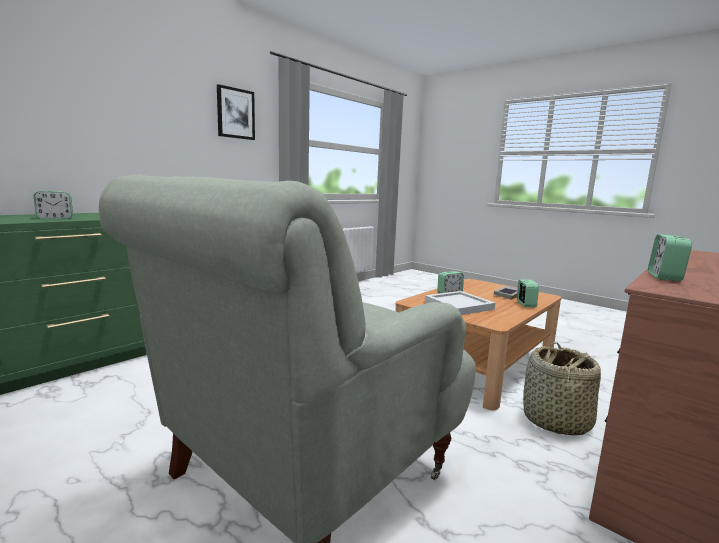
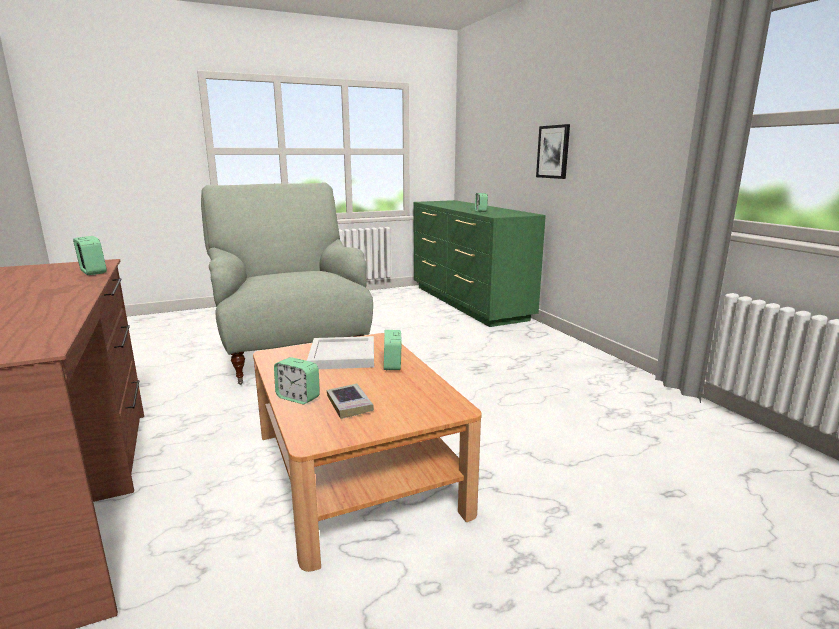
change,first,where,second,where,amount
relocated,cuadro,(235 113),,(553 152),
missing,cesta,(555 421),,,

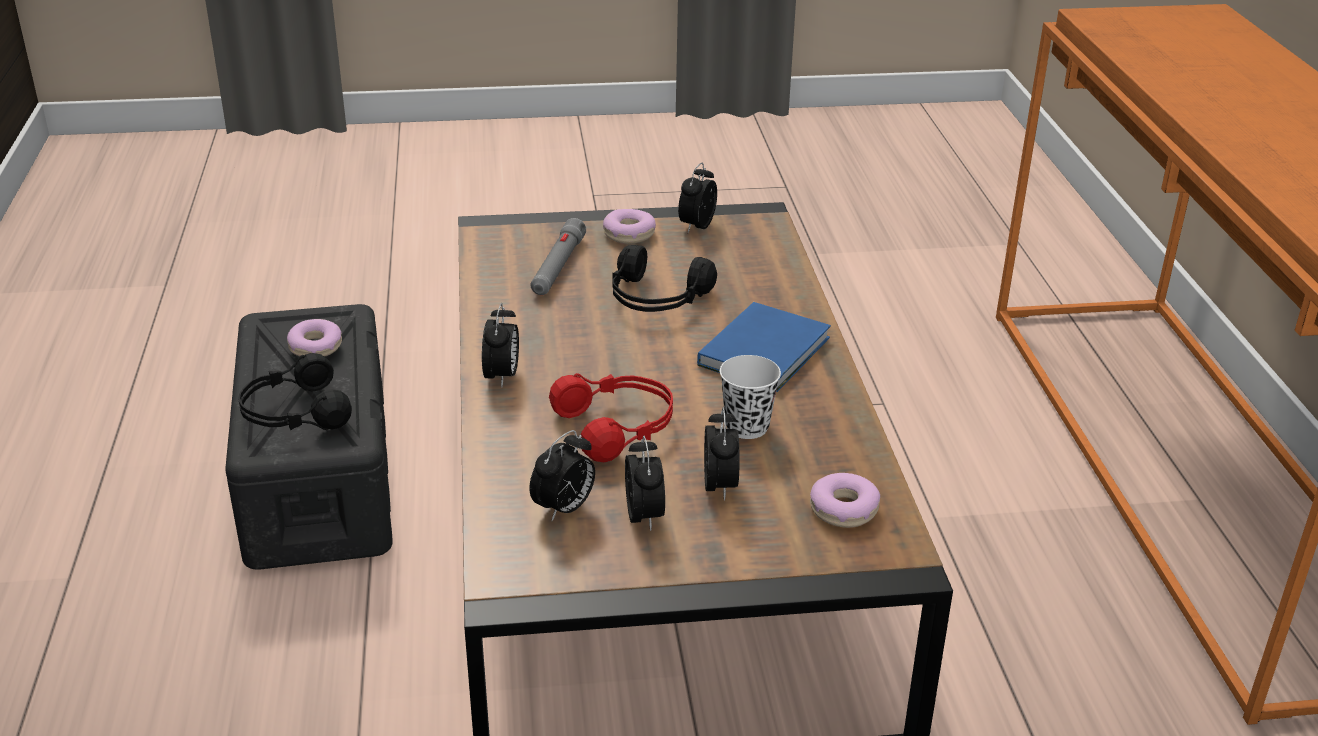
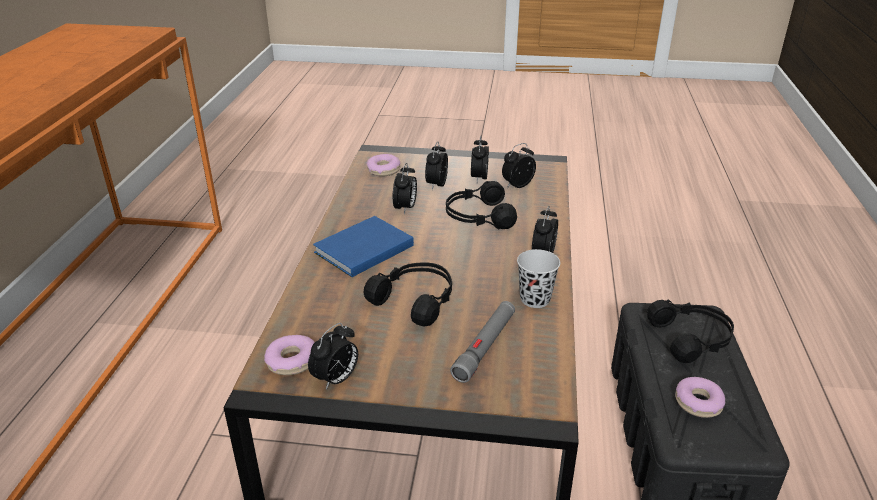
change,first,where,second,where,amount
relocated,rosquilla,(629 234),,(292 361),
exchanged,taza (blanco),(747 427),despertador,(405 208),
colour,auriculares (rojo),(617 427),auriculares (negro),(478 217),
appeared,,,taza (negro),(535 299),

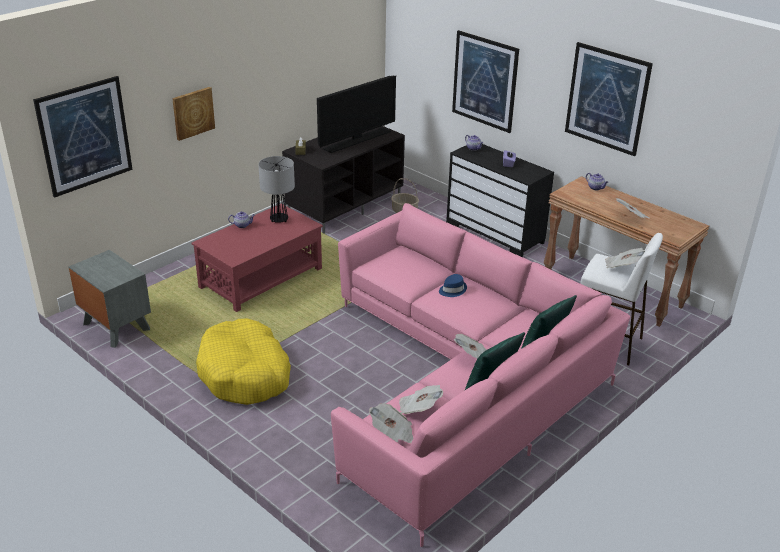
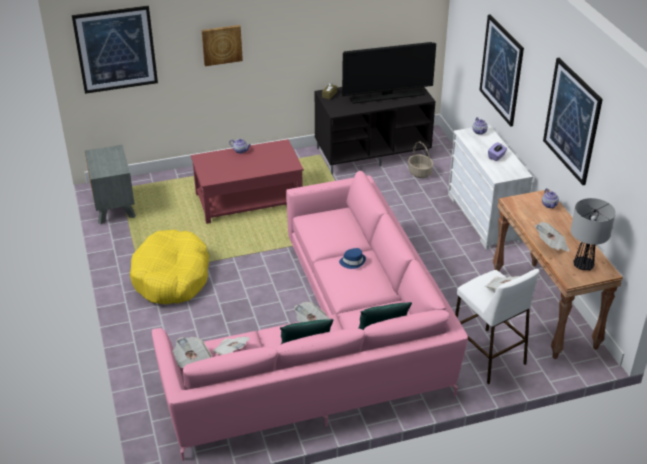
change,first,where,second,where,amount
colour,cómoda (negro),(495 232),cómoda (blanco),(484 218),
relocated,lámpara de mesa,(279 220),,(583 265),

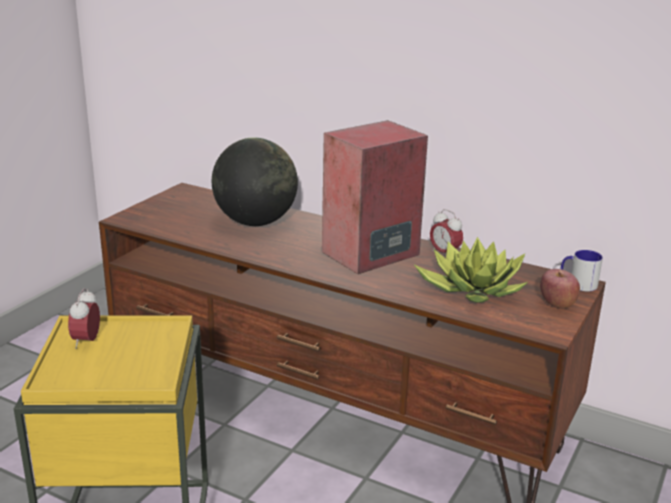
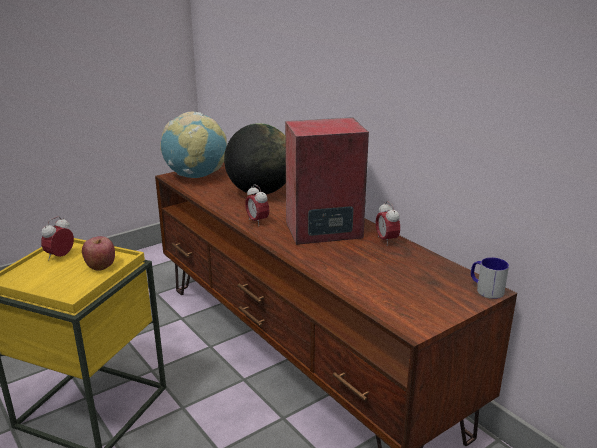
change,first,where,second,where,amount
relocated,manzana,(557 303),,(100 266),
appeared,,,globo terráqueo,(196 176),
appeared,,,despertador,(257 221),
missing,planta en maceta,(471 289),,,

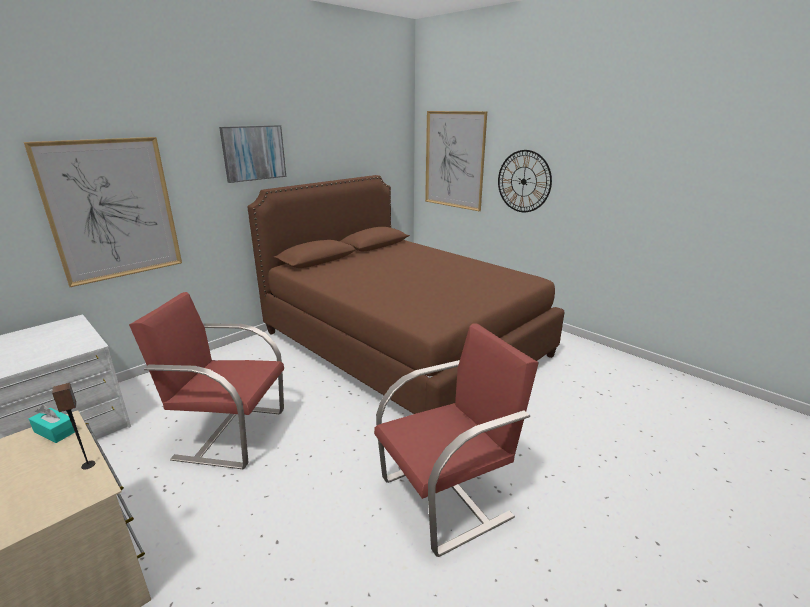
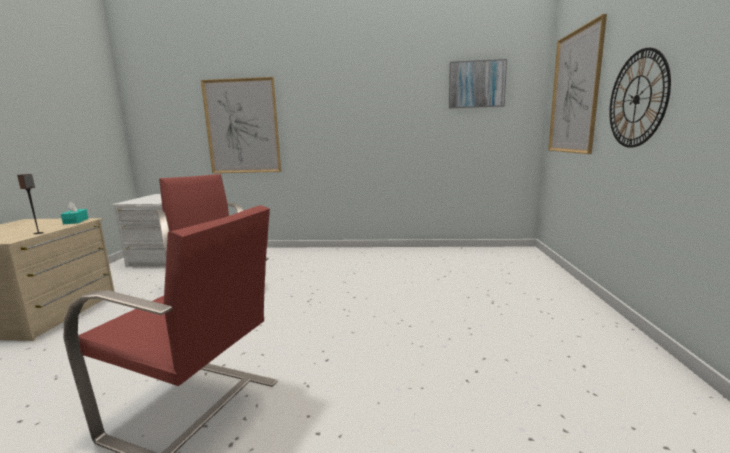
change,first,where,second,where,amount
relocated,cuadro,(253 153),,(476 84),
missing,cama (marrón),(403 344),,,

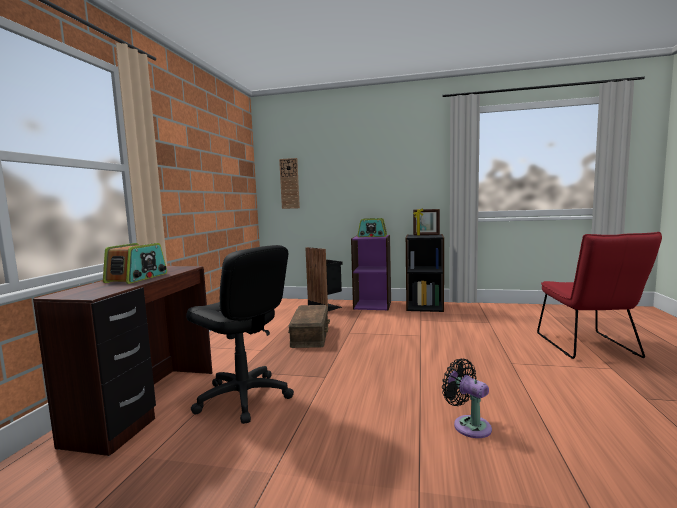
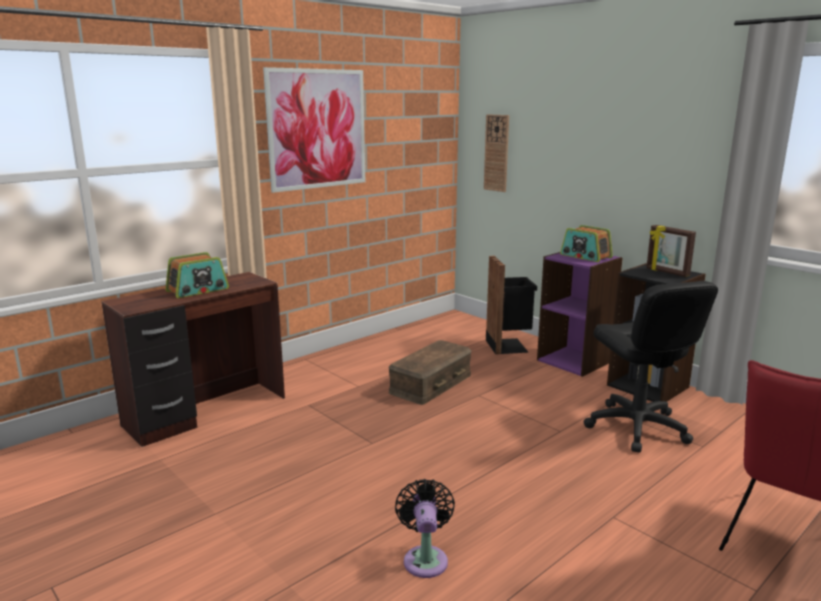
change,first,where,second,where,amount
appeared,,,cuadro,(317 129),
relocated,silla de oficina (negro),(243 398),,(636 427),

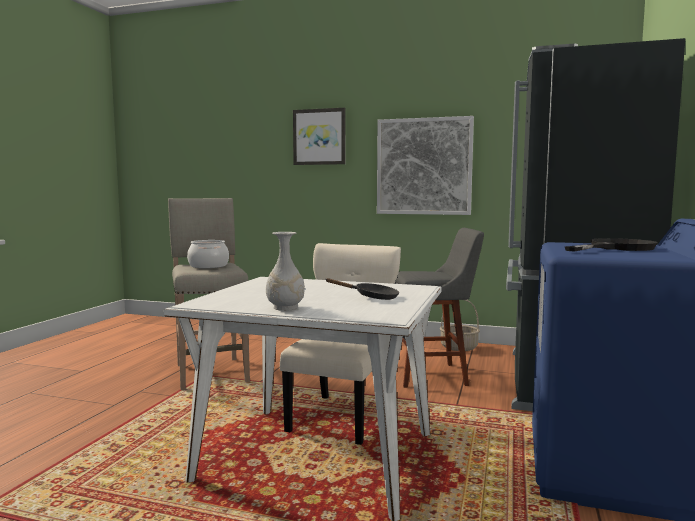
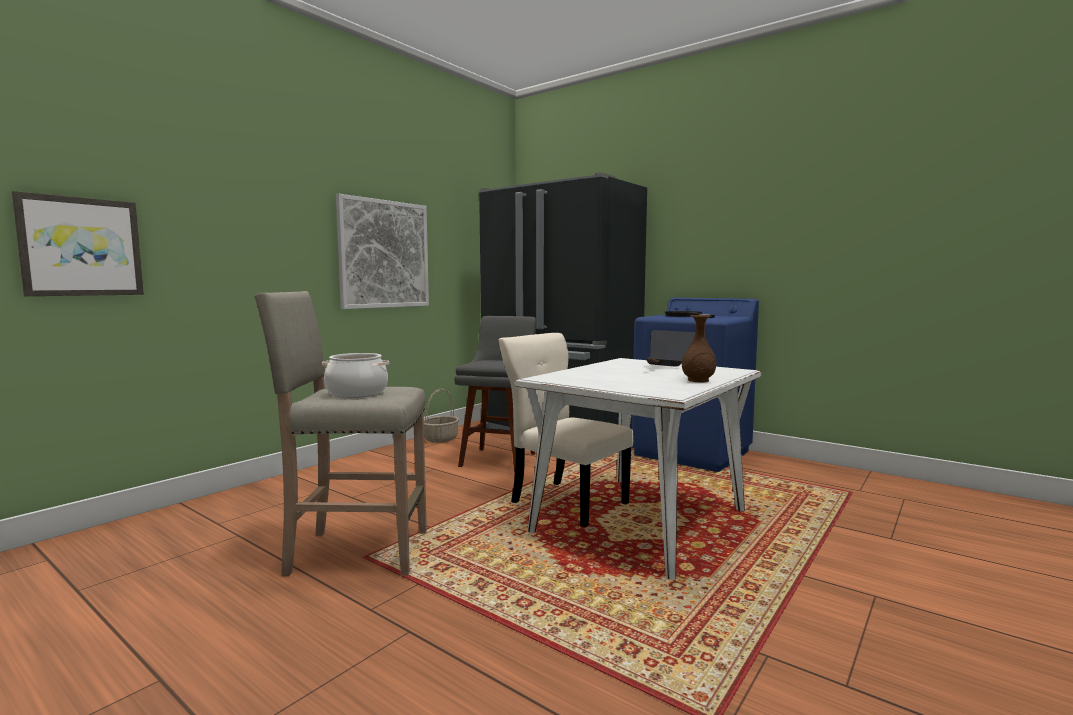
change,first,where,second,where,amount
relocated,cuadro,(319 137),,(81 247),
colour,florero (blanco),(285 308),florero (marrón),(698 380),

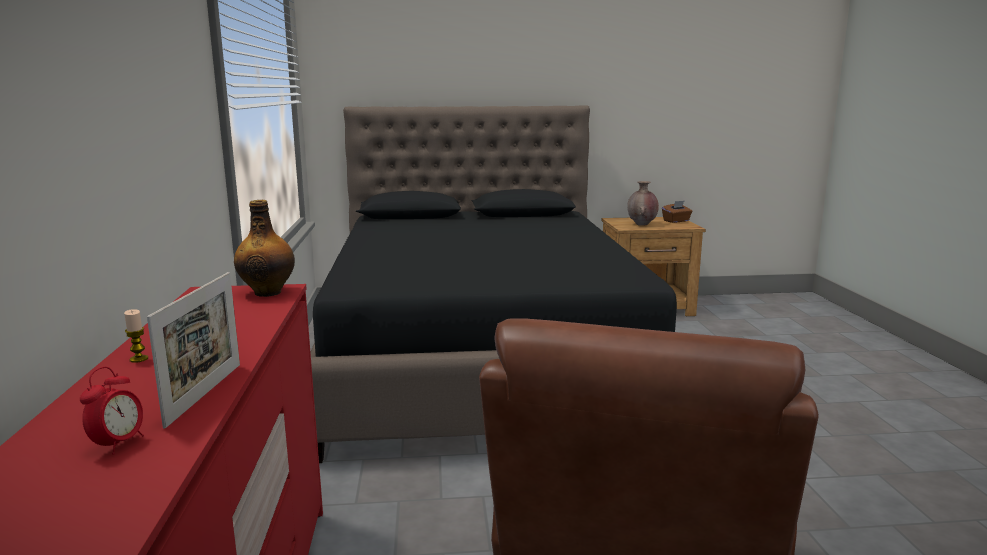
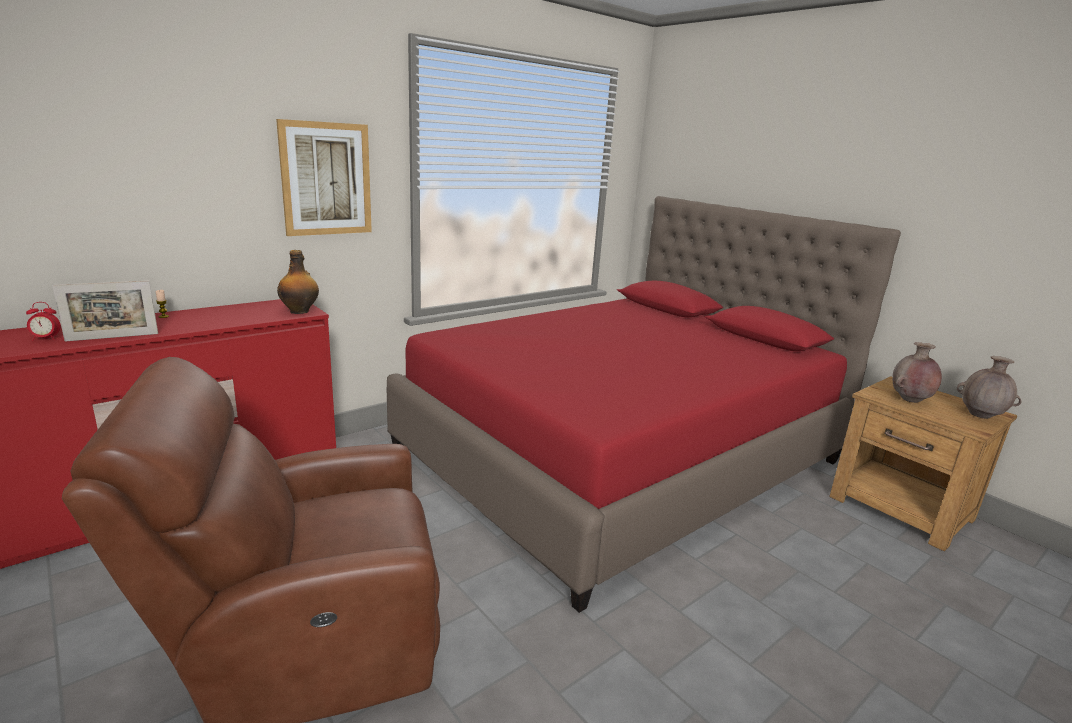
change,first,where,second,where,amount
appeared,,,cuadro,(326 179),
colour,cama (negro),(482 359),cama (rojo),(620 455),
exchanged,caja de pañuelos (marrón),(676 221),florero (marrón),(981 416),

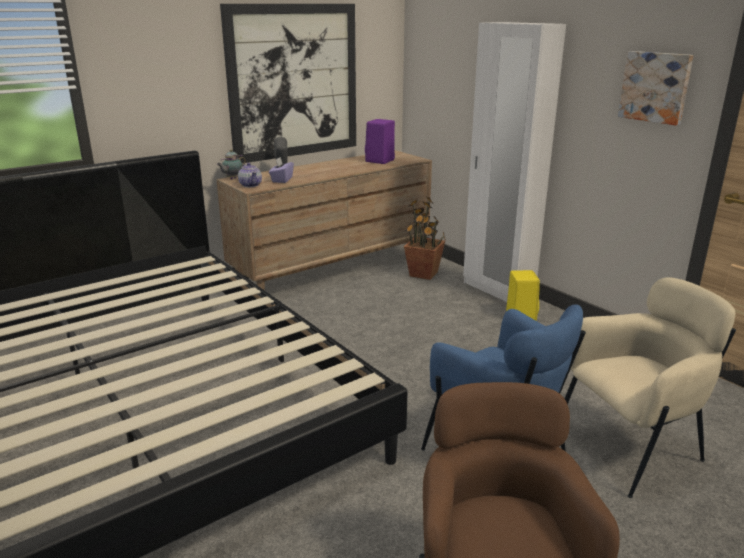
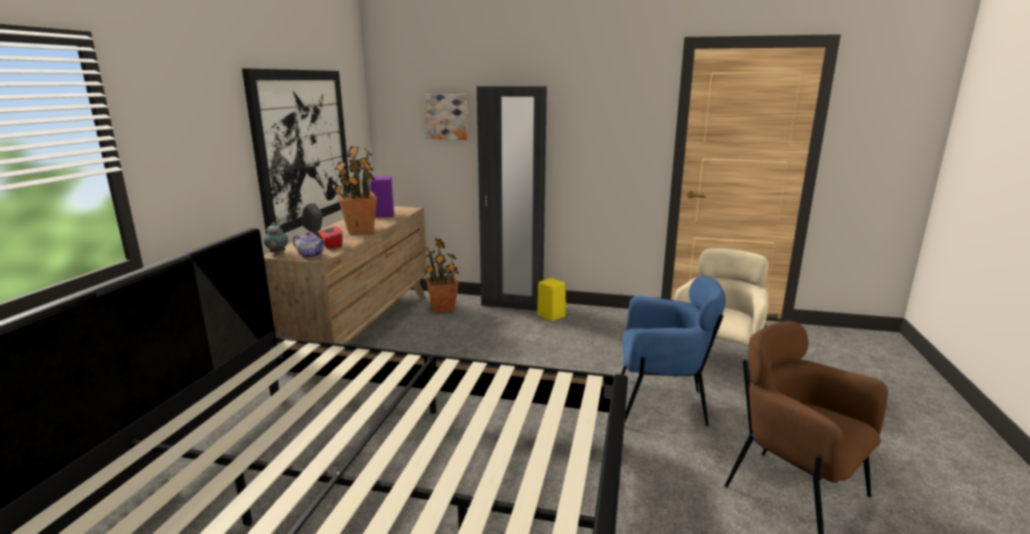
change,first,where,second,where,amount
colour,caja de pañuelos (morado),(281 180),caja de pañuelos (rojo),(331 245),
appeared,,,planta en maceta,(359 230),
relocated,cuadro,(655 87),,(447 117),
colour,armario ropero (blanco),(497 290),armario ropero (negro),(512 304),

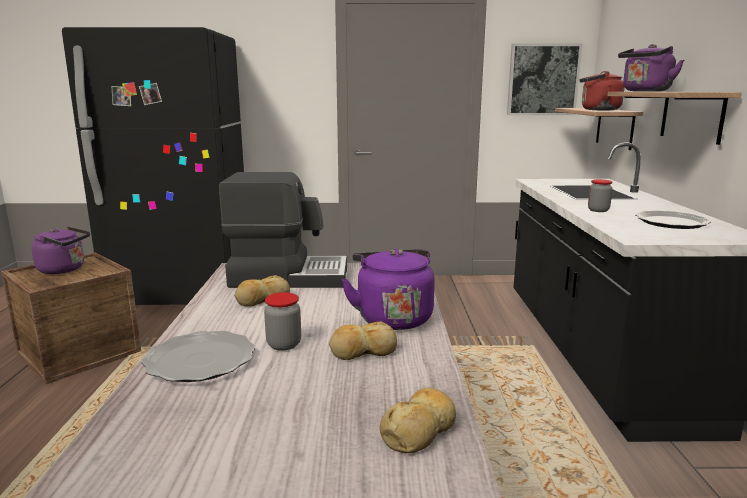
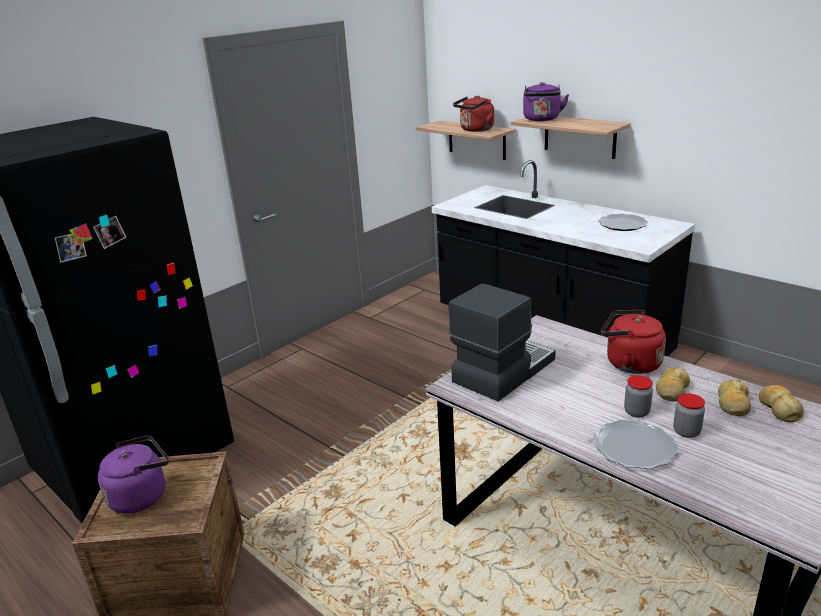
change,first,where,second,where,amount
colour,hervidor (morado),(392 317),hervidor (rojo),(629 363),
relocated,tarro,(598 210),,(686 431),
relocated,pan,(262 300),,(733 404),
missing,cuadro,(543 80),,,

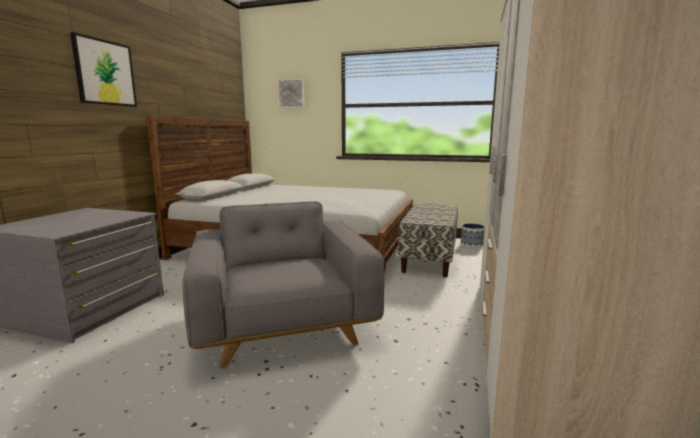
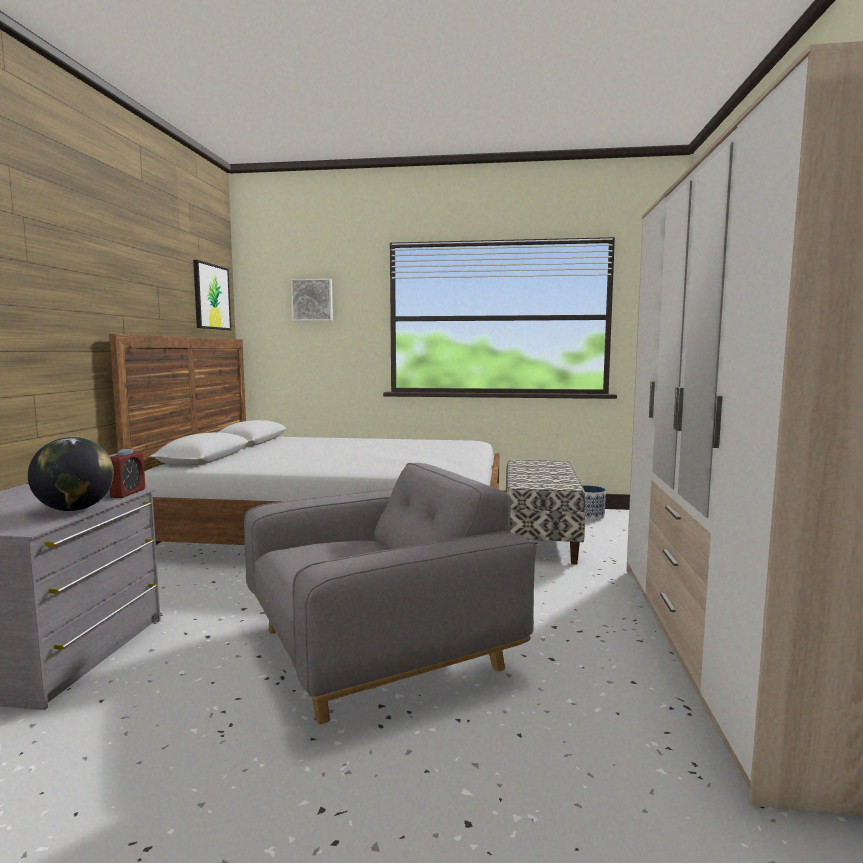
change,first,where,second,where,amount
appeared,,,globo terráqueo,(75 509),
appeared,,,despertador,(125 493),
relocated,cuadro,(105 72),,(211 297),
spun,sillón (gris),(283 324),,(378 649),90 degrees clockwise

